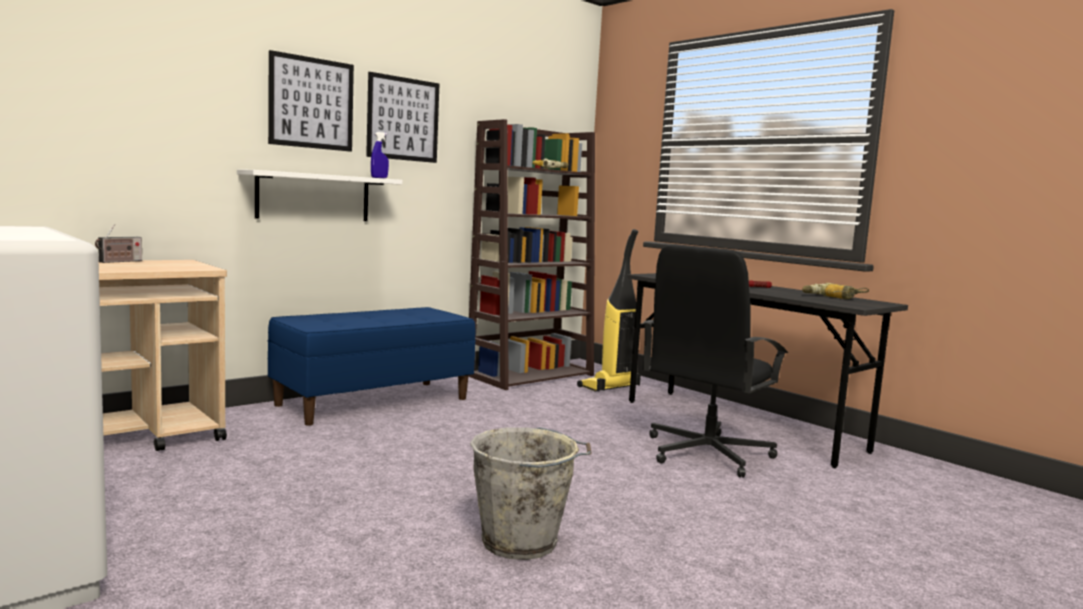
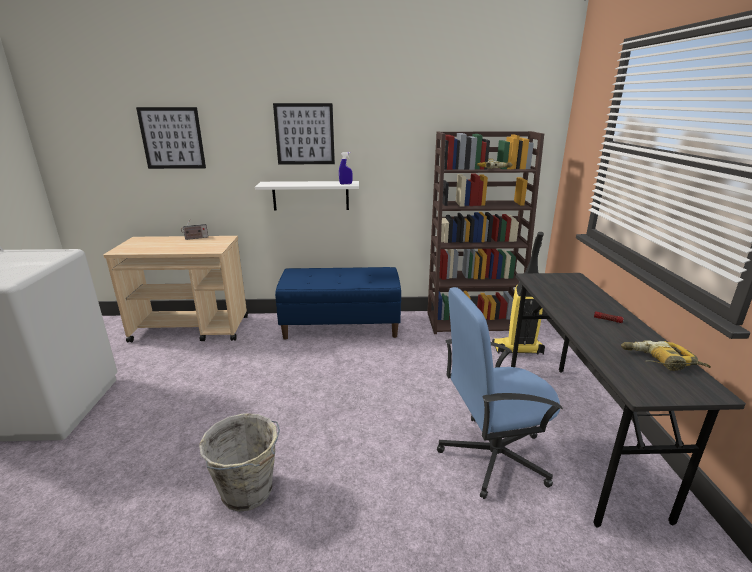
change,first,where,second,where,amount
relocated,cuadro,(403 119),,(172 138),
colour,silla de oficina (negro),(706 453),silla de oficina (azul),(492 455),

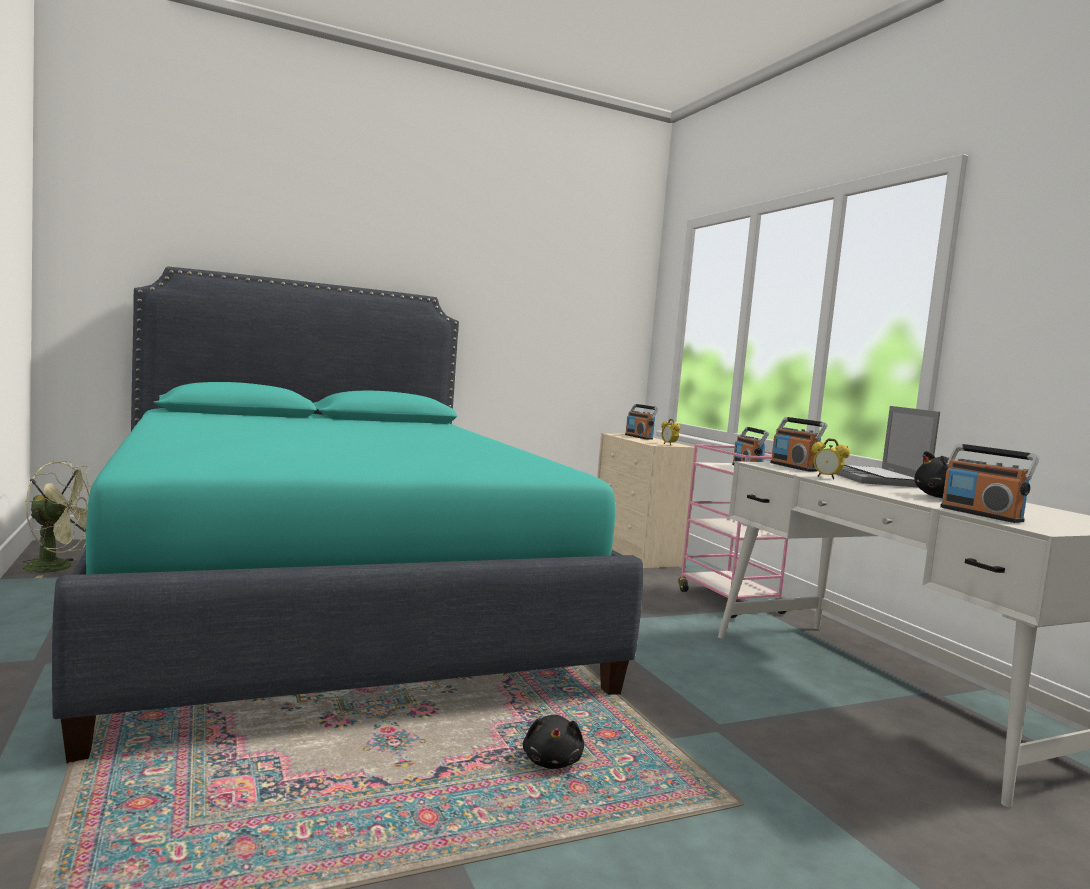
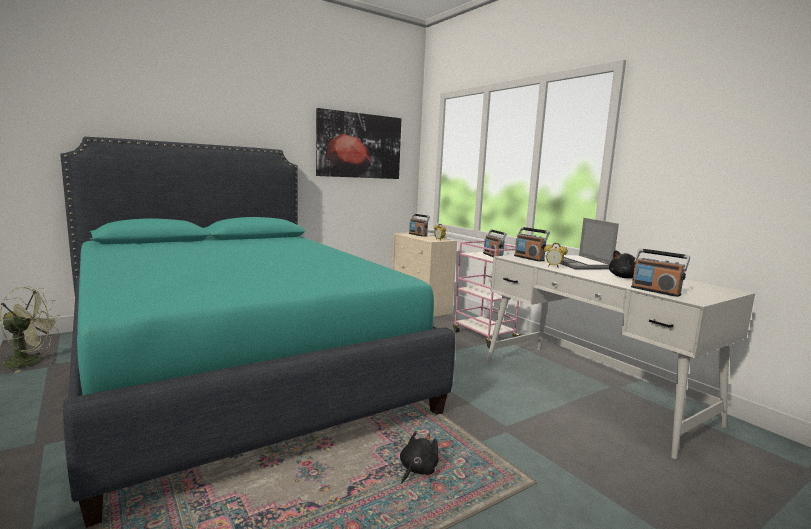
change,first,where,second,where,amount
appeared,,,cuadro,(359 146),
spun,peluche (negro),(552 761),,(417 470),135 degrees counterclockwise

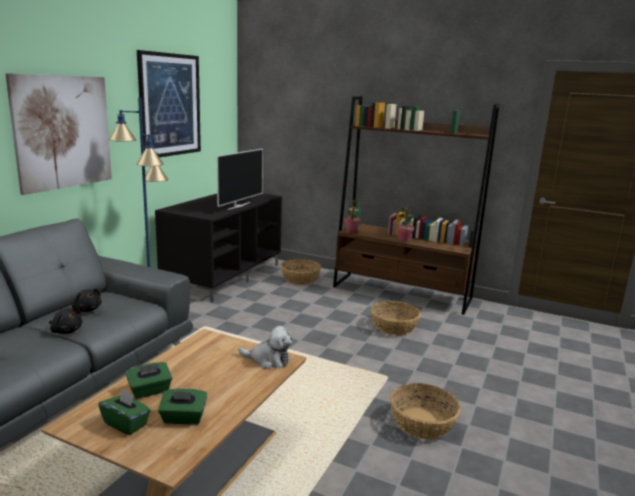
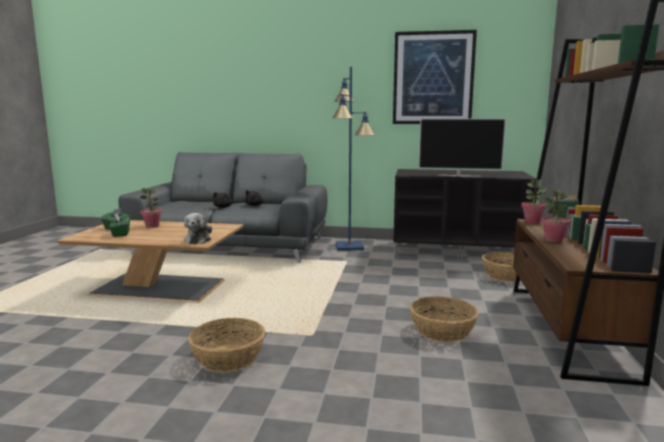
change,first,where,second,where,amount
exchanged,caja de pañuelos (verde),(150 391),planta en maceta,(152 226),
missing,cuadro,(63 132),,,

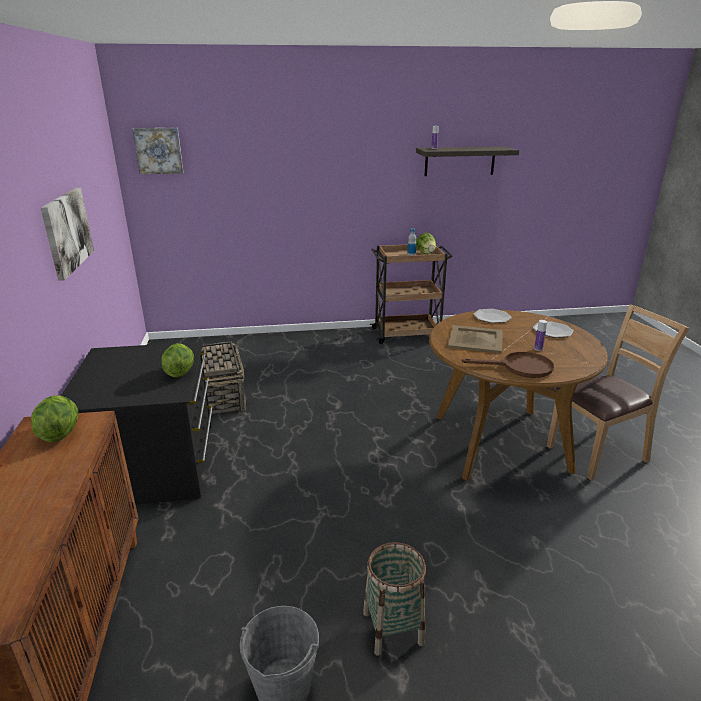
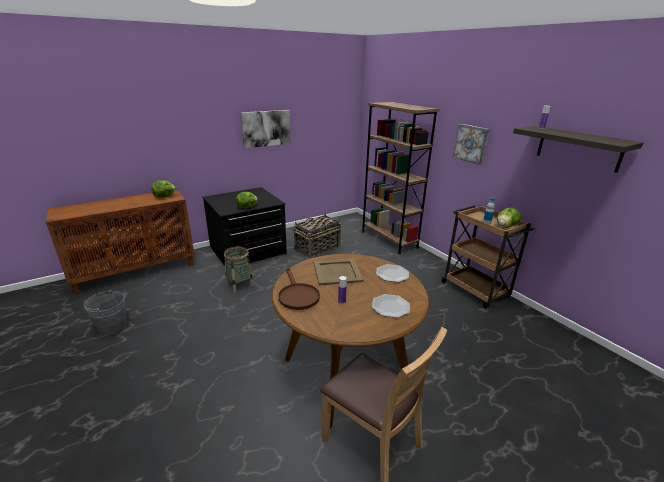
change,first,where,second,where,amount
relocated,cesta,(393 627),,(239 285),
appeared,,,estantería (marrón),(389 239),
relocated,cuadro,(158 150),,(471 143),

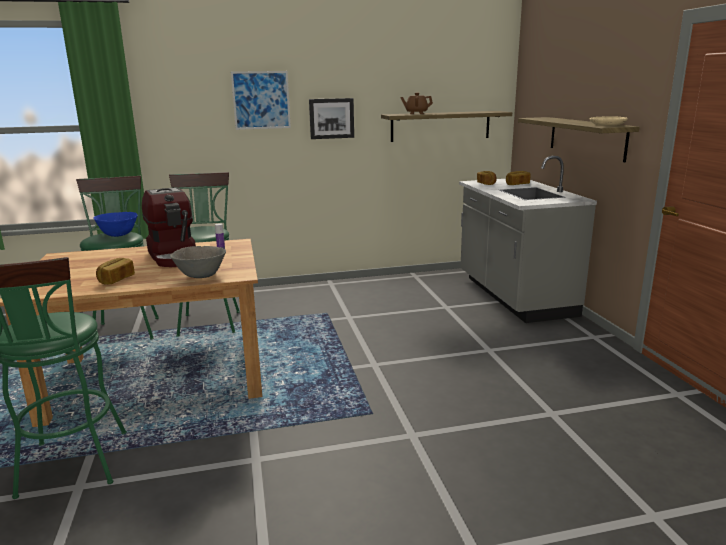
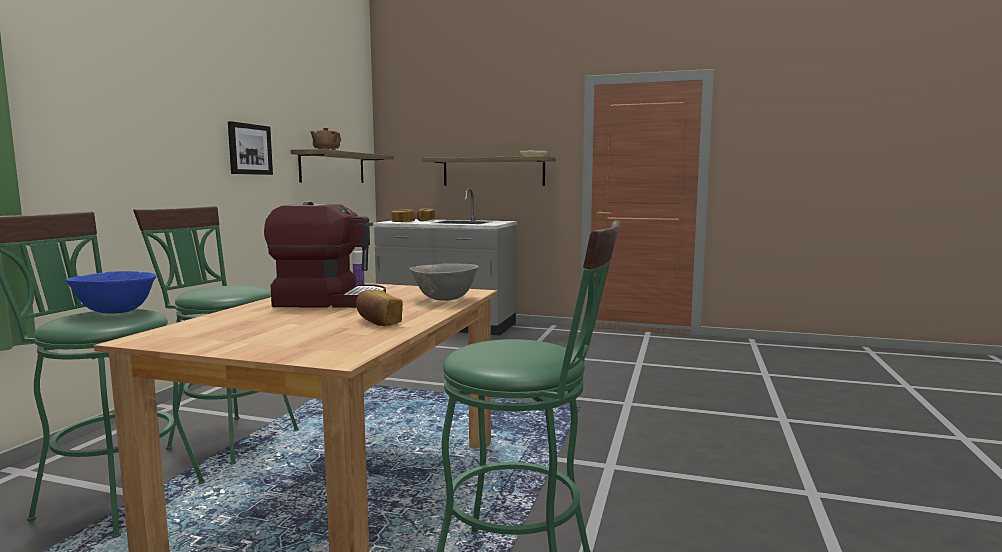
change,first,where,second,where,amount
missing,cuadro,(261 100),,,

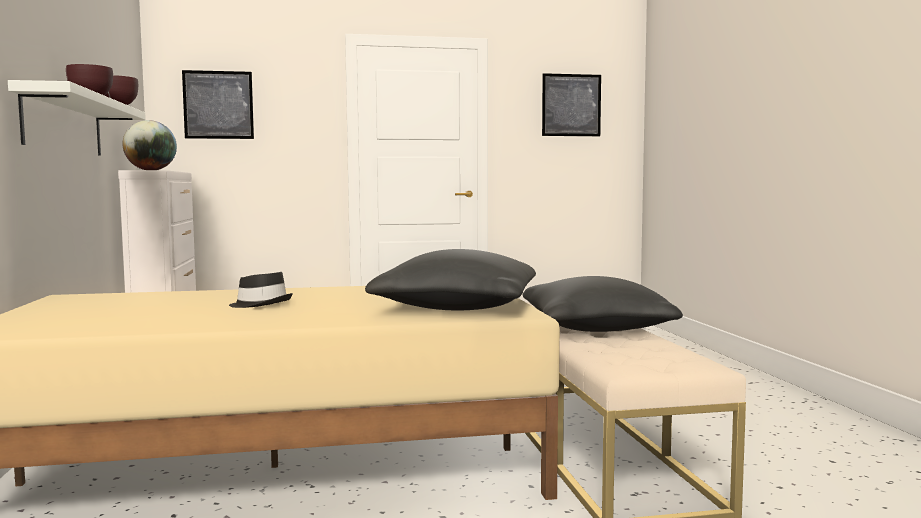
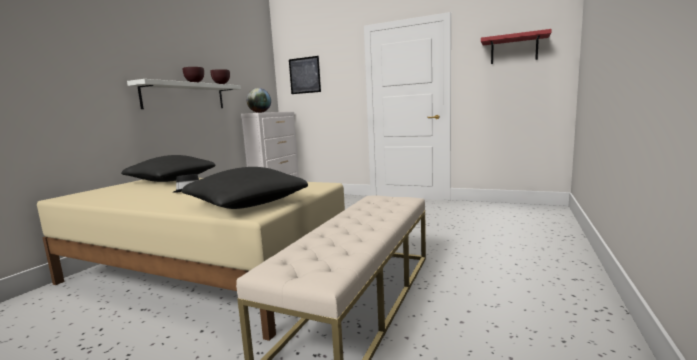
change,first,where,second,where,amount
relocated,cojín (negro),(595 328),,(171 180),
exchanged,cuadro,(571 105),estante (rojo),(514 49),

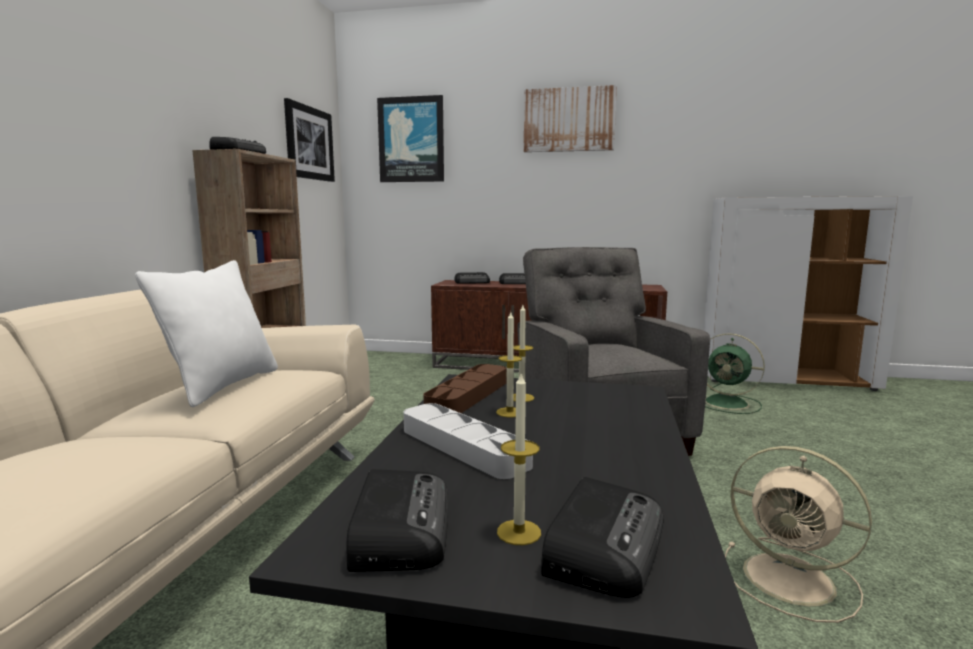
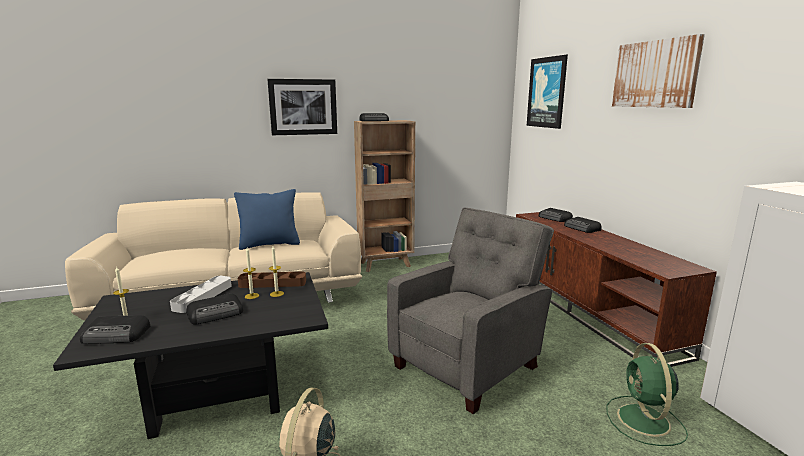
change,first,where,second,where,amount
relocated,radio,(400 527),,(216 313),
colour,cojín (blanco),(222 385),cojín (azul),(269 244),
relocated,cuadro,(309 143),,(303 107),

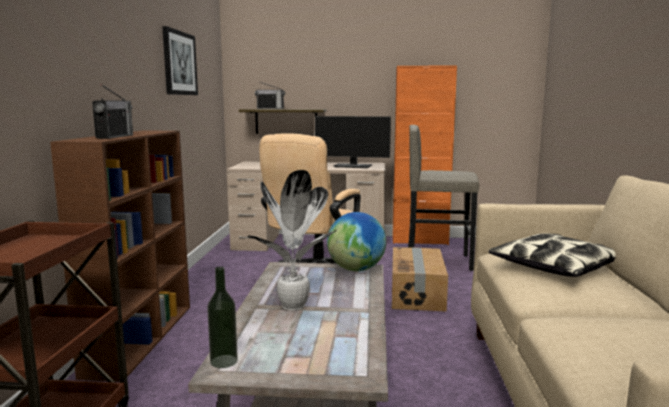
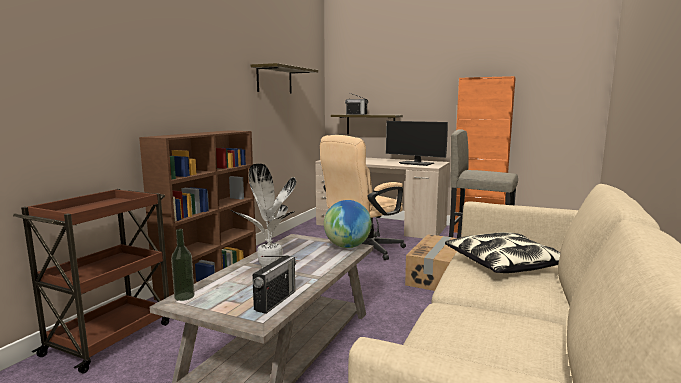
change,first,where,second,where,amount
exchanged,cuadro,(179 63),estante,(274 80),
relocated,radio,(115 137),,(275 301),

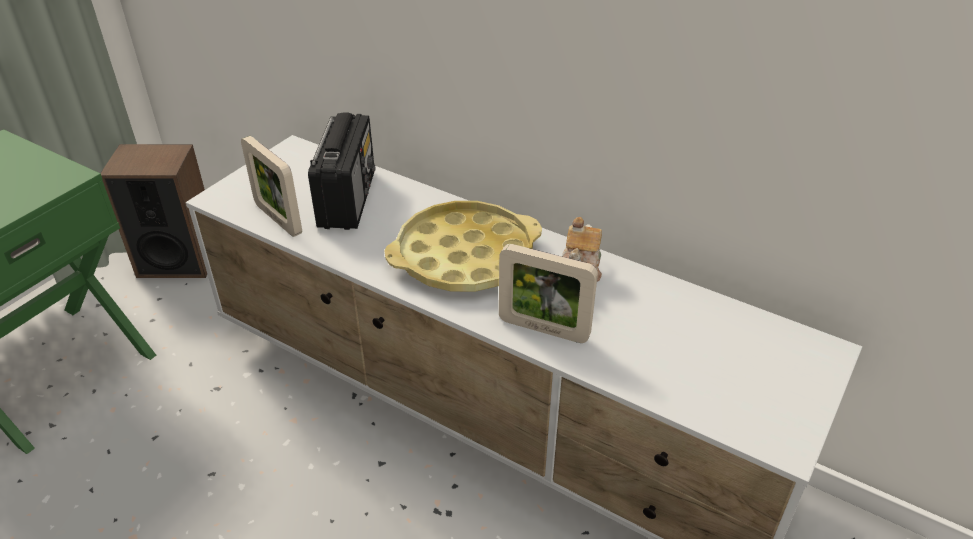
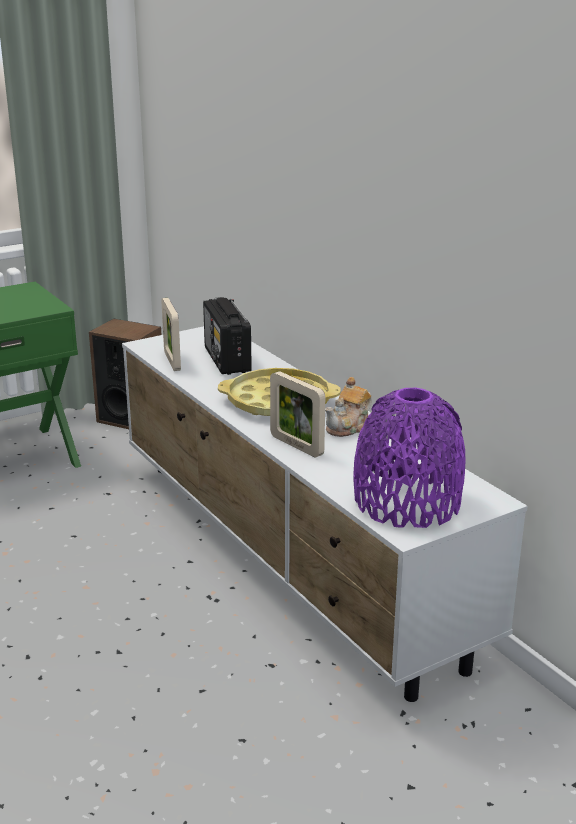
change,first,where,second,where,amount
spun,radio,(348 198),,(227 360),135 degrees clockwise
appeared,,,florero (morado),(407 502),

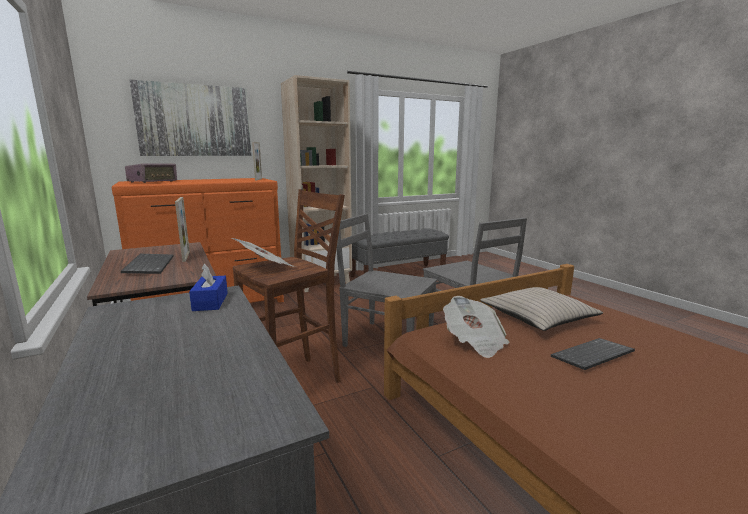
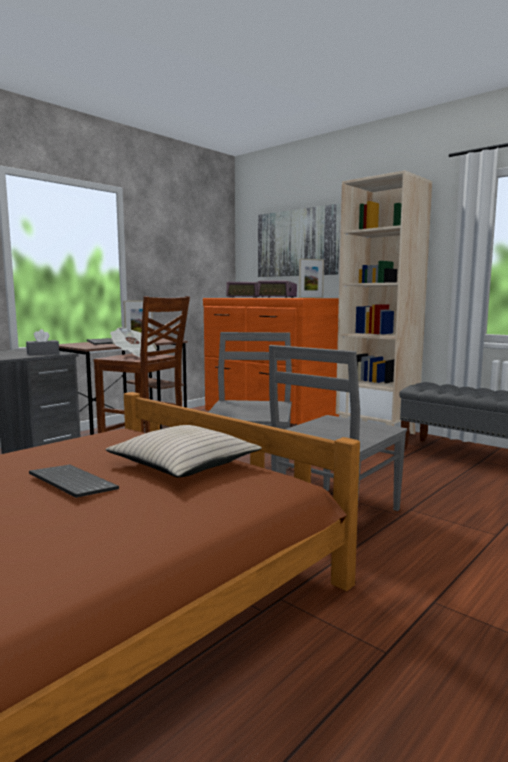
change,first,where,second,where,amount
colour,caja de pañuelos (azul),(210 302),caja de pañuelos (gris),(43 353),
appeared,,,radio,(277 297),
missing,periódico,(474 342),,,

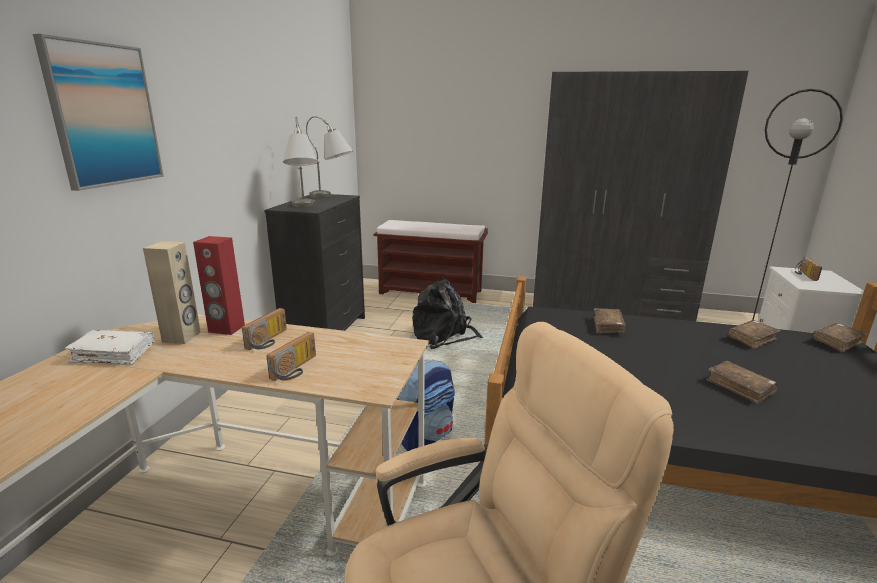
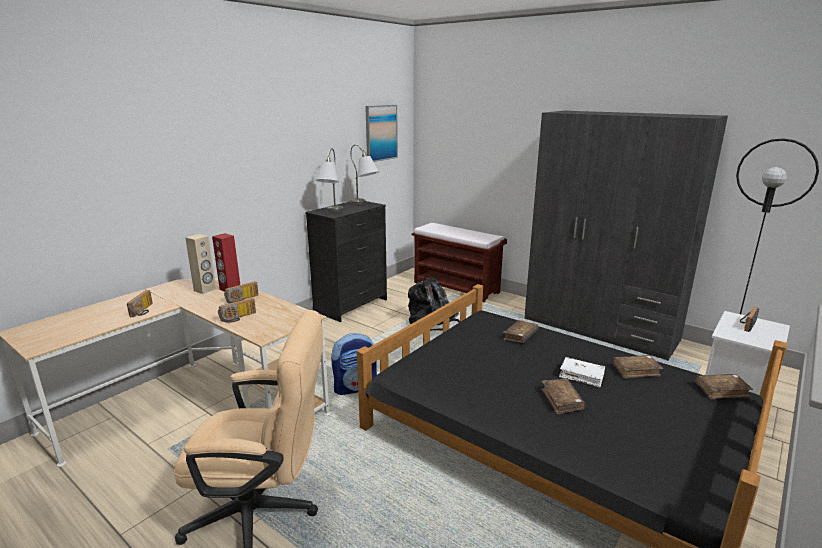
change,first,where,second,where,amount
appeared,,,radio,(144 310),
relocated,cuadro,(104 115),,(381 133),
relocated,libro (blanco),(114 354),,(581 376),

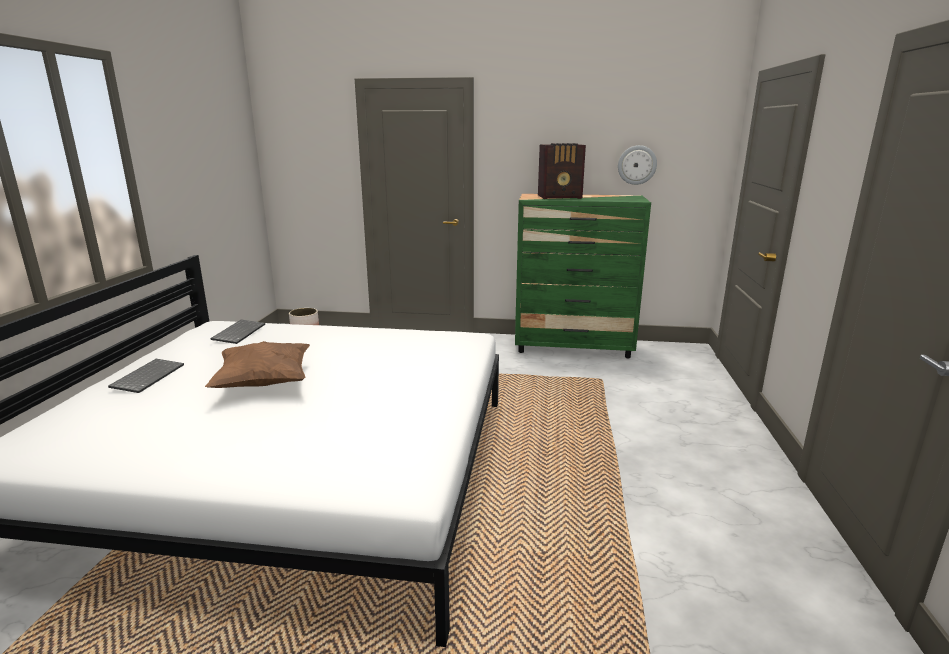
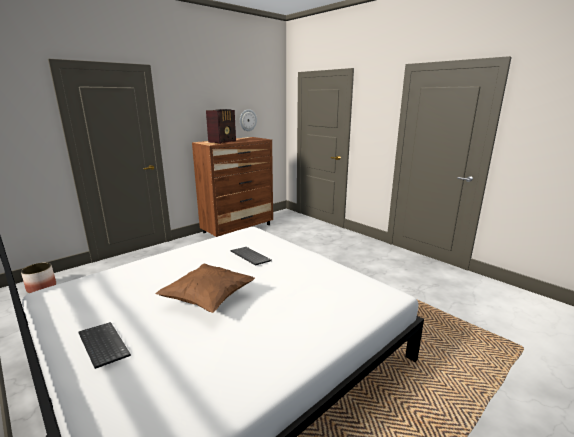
change,first,where,second,where,amount
colour,cómoda (verde),(574 347),cómoda (marrón),(238 228),
relocated,teclado,(238 332),,(249 257),

